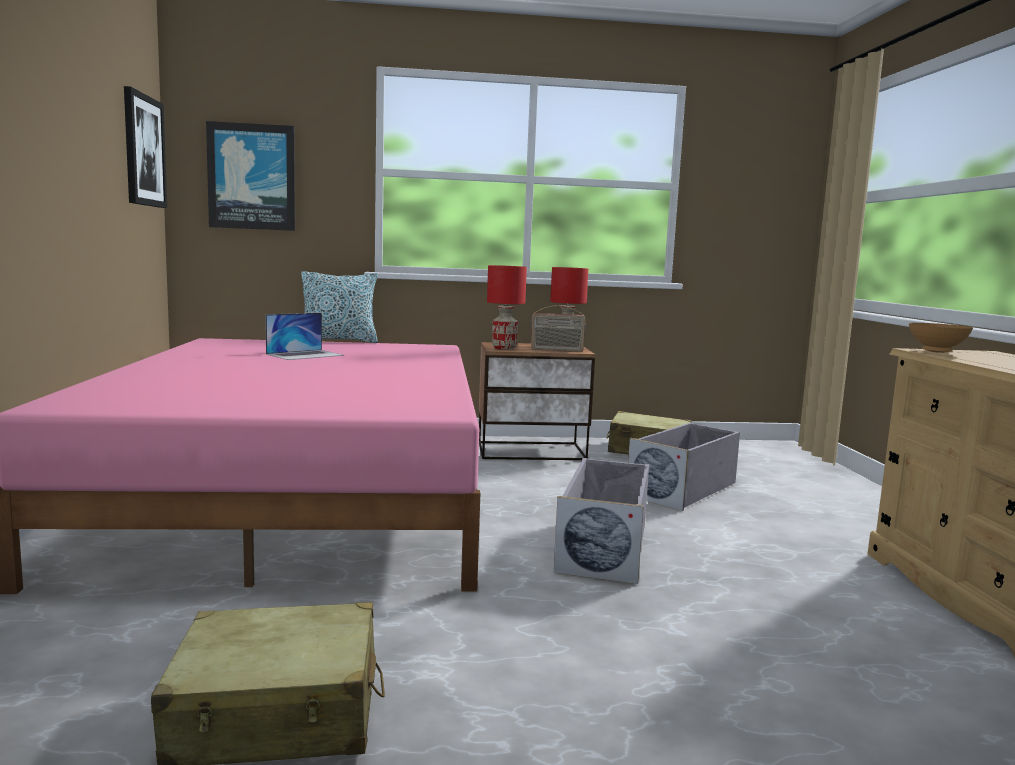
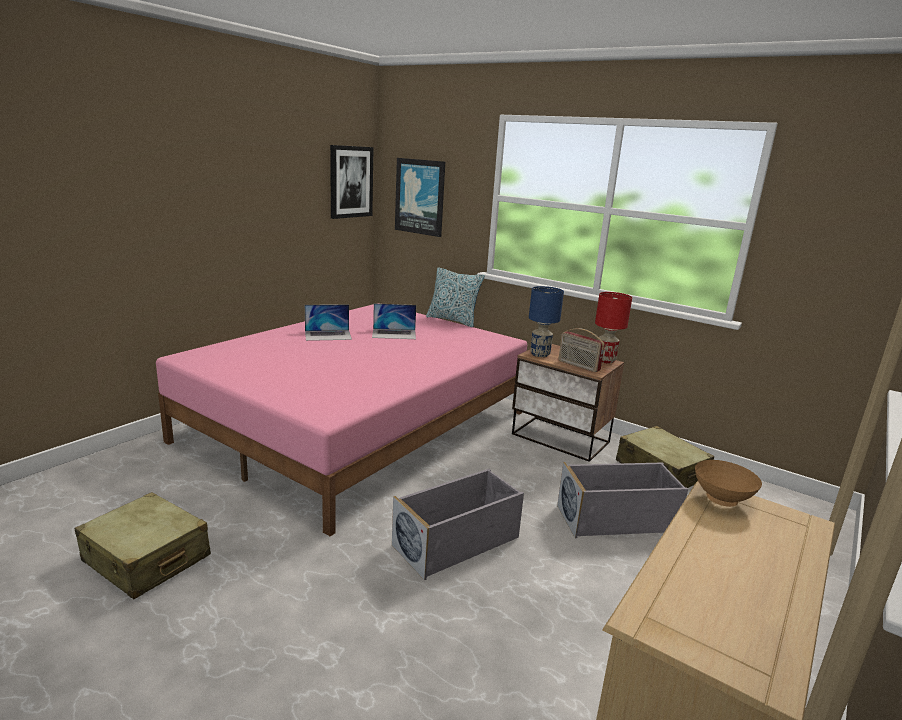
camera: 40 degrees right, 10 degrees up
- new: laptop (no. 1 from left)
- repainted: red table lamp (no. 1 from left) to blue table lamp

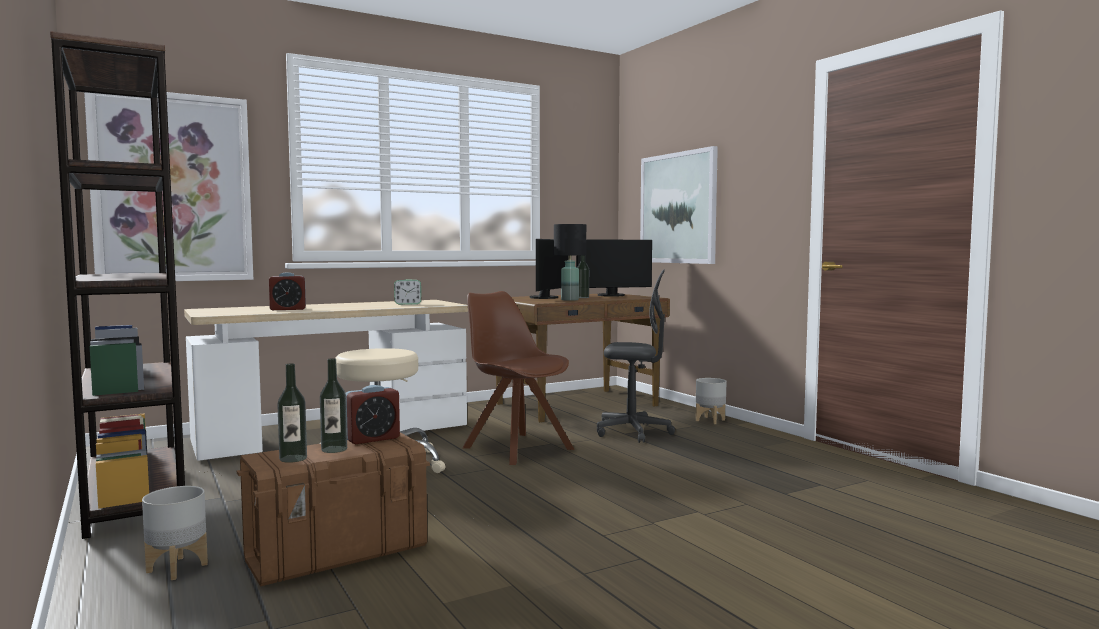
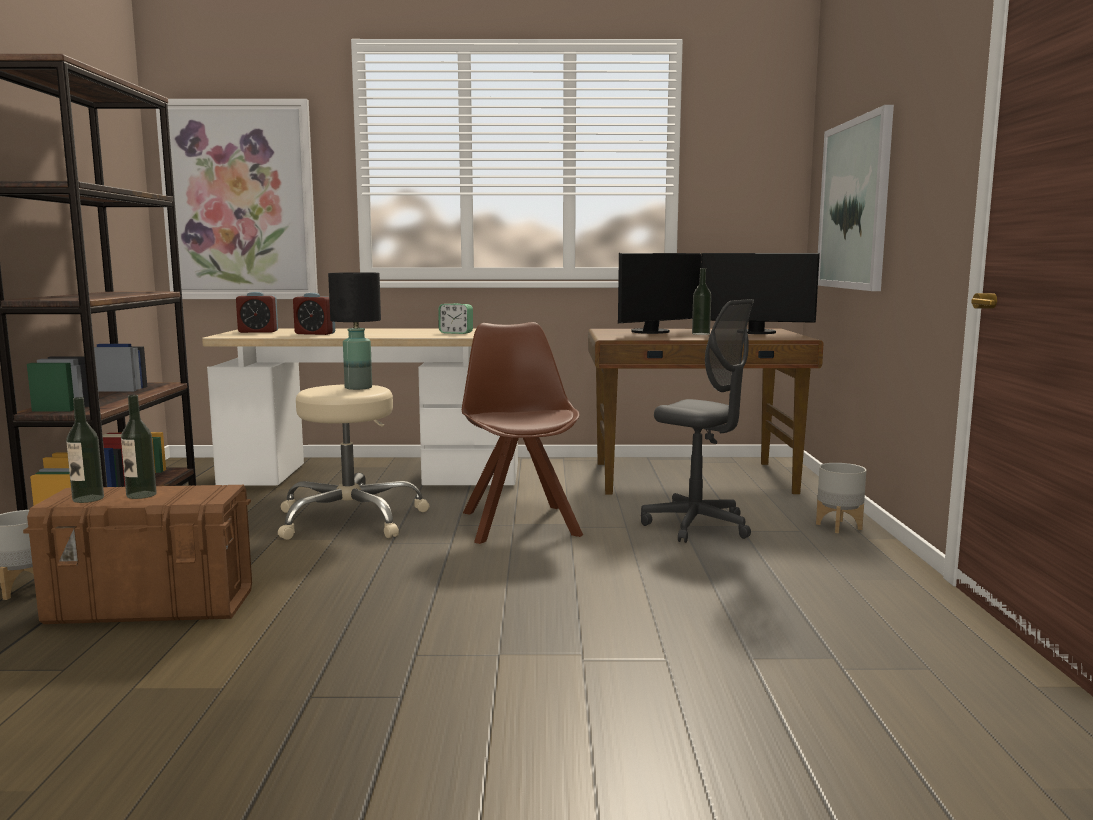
camera: 30 degrees right, 5 degrees up
- shifted: alarm clock (no. 2 from left in the first image) to alarm clock (no. 1 from left)
- shifted: black table lamp

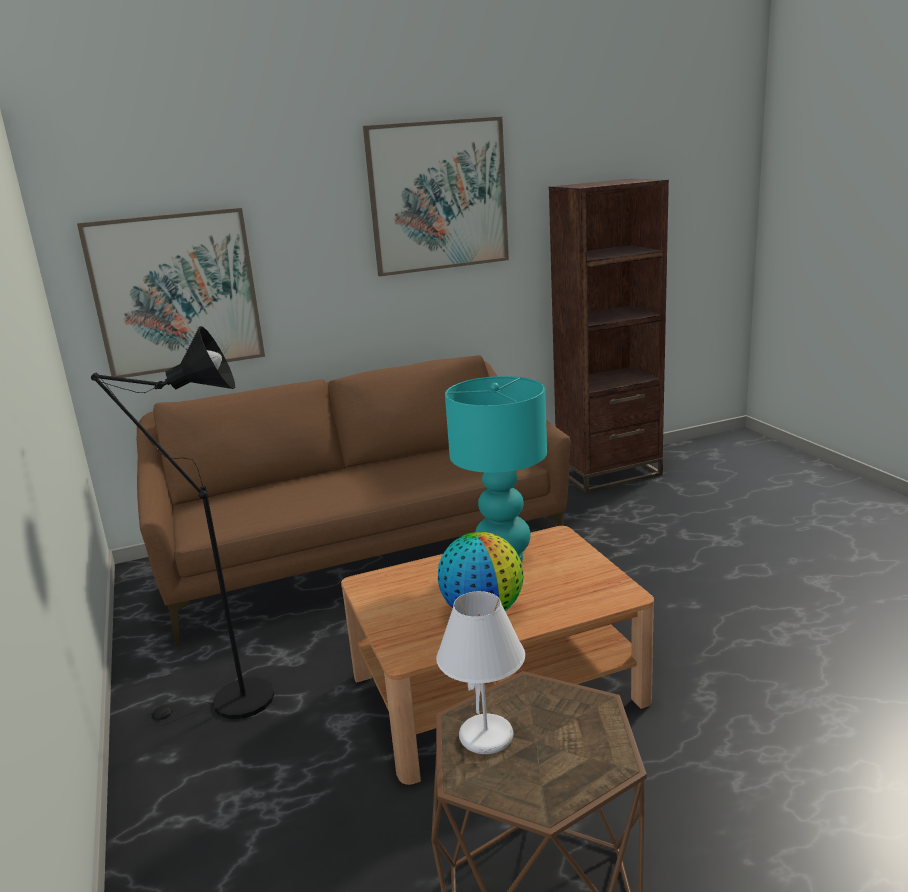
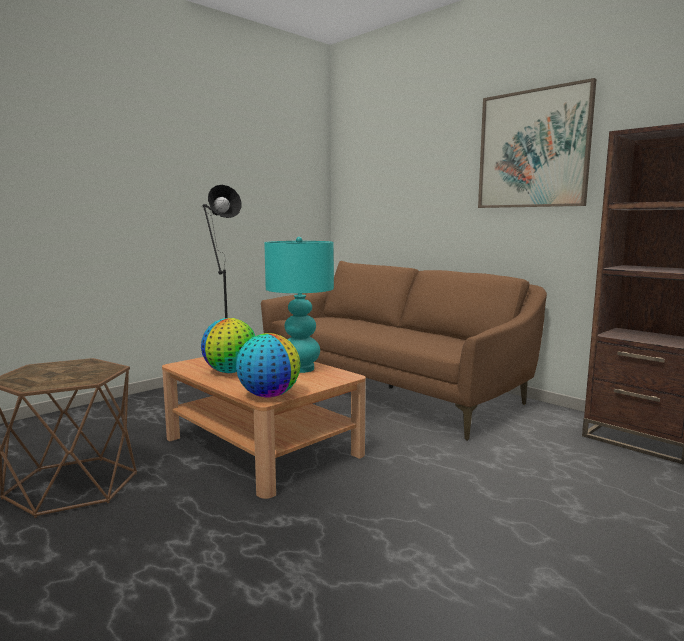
camera: 65 degrees right, 10 degrees down
- gone: picture (no. 1 from left)
- gone: white table lamp
- new: globe (no. 2 from left)

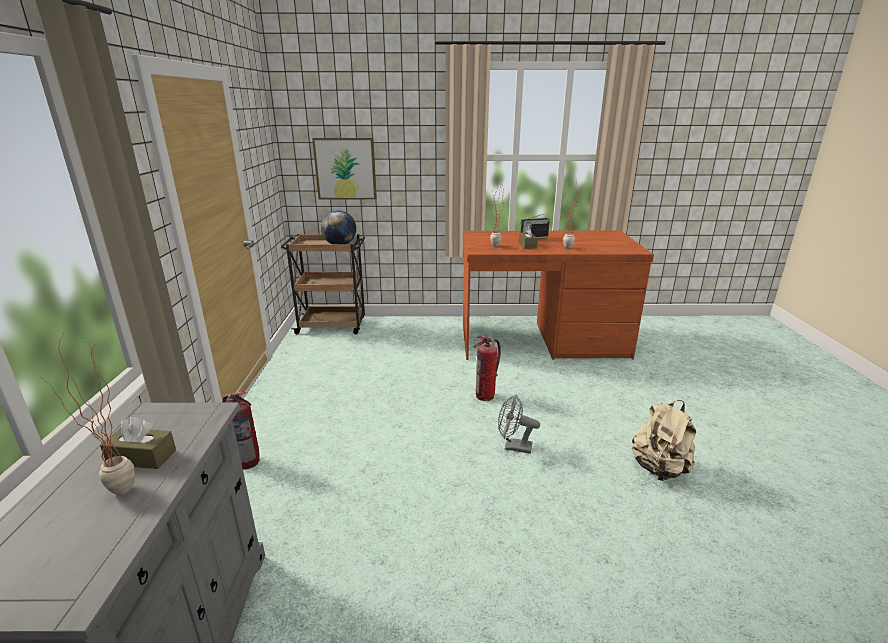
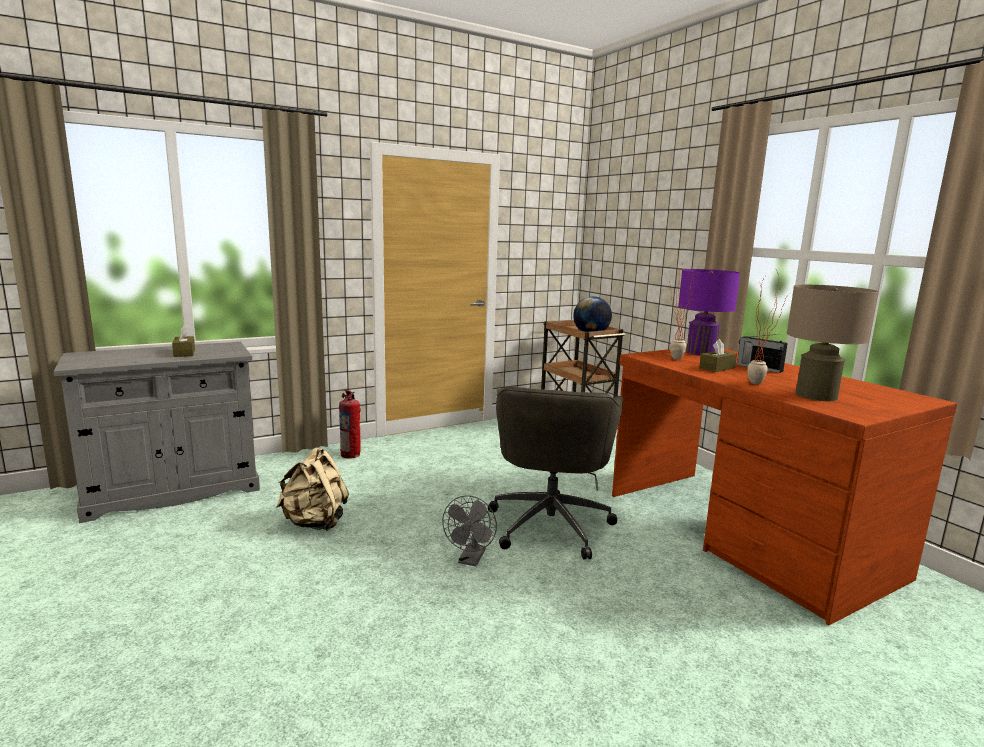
camera: 60 degrees right, 10 degrees down
- gone: potted plant (no. 1 from left)
- gone: picture
- new: purple table lamp
- new: beige table lamp
- shifted: beige backpack
- swapped: fire extinguisher (no. 2 from left) to grey office chair
- rotated: grey fan 150 degrees counterclockwise

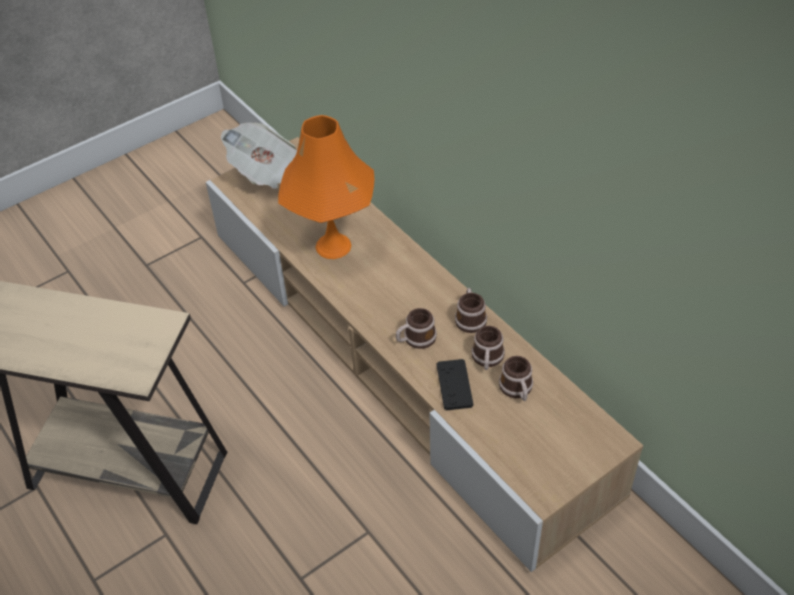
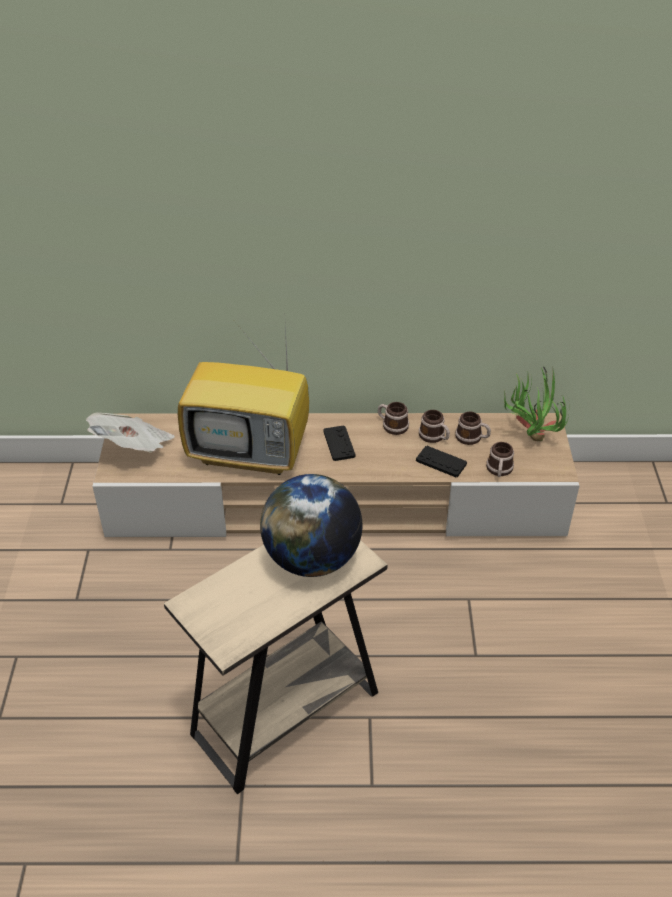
camera: 55 degrees left, 5 degrees down
- new: globe
- new: black game controller (no. 1 from left)
- new: potted plant
- shifted: mug (no. 1 from left in the first image) to mug (no. 4 from left)
- swapped: orange table lamp to television

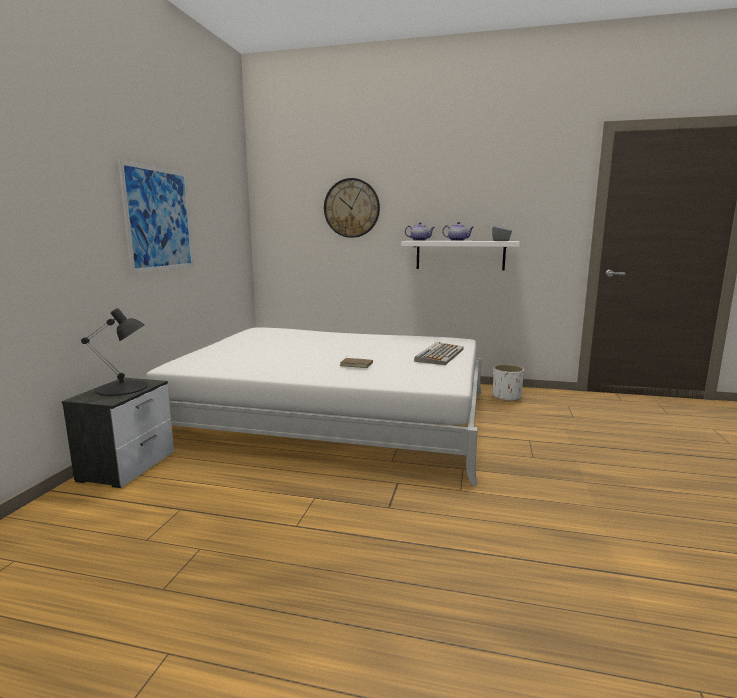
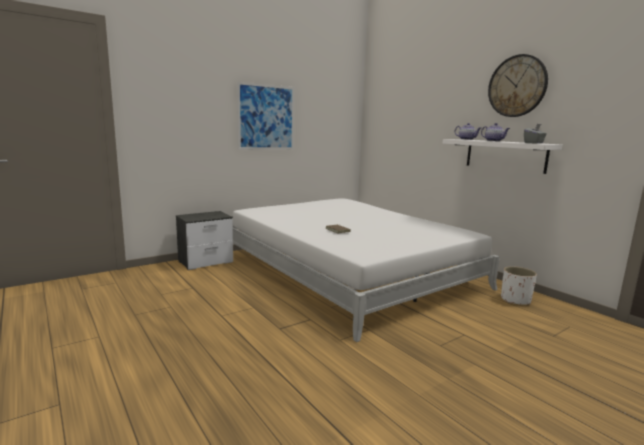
camera: 40 degrees right, 0 degrees up
- gone: black table lamp
- gone: keyboard
- shifted: wall clock

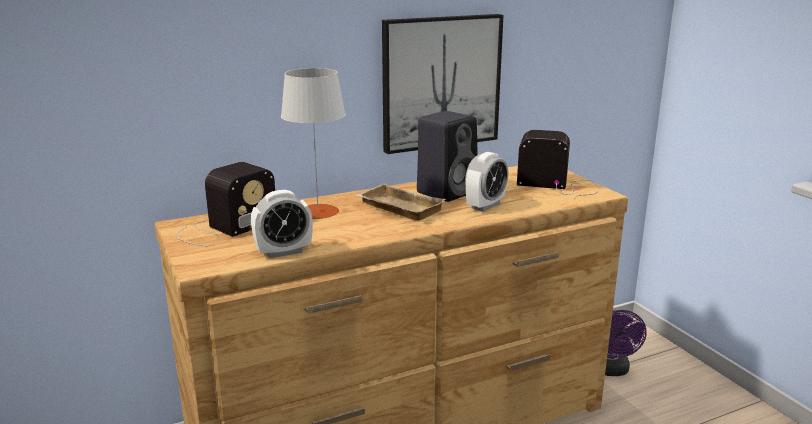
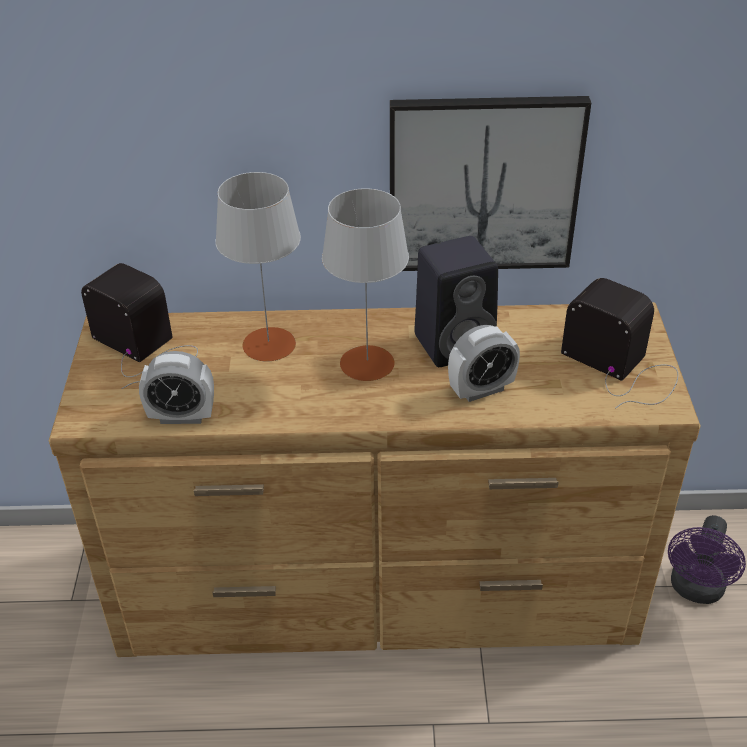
camera: 25 degrees right, 20 degrees up
- swapped: beige tray to grey table lamp (no. 2 from left)
- rotated: radio (no. 1 from left) 120 degrees counterclockwise

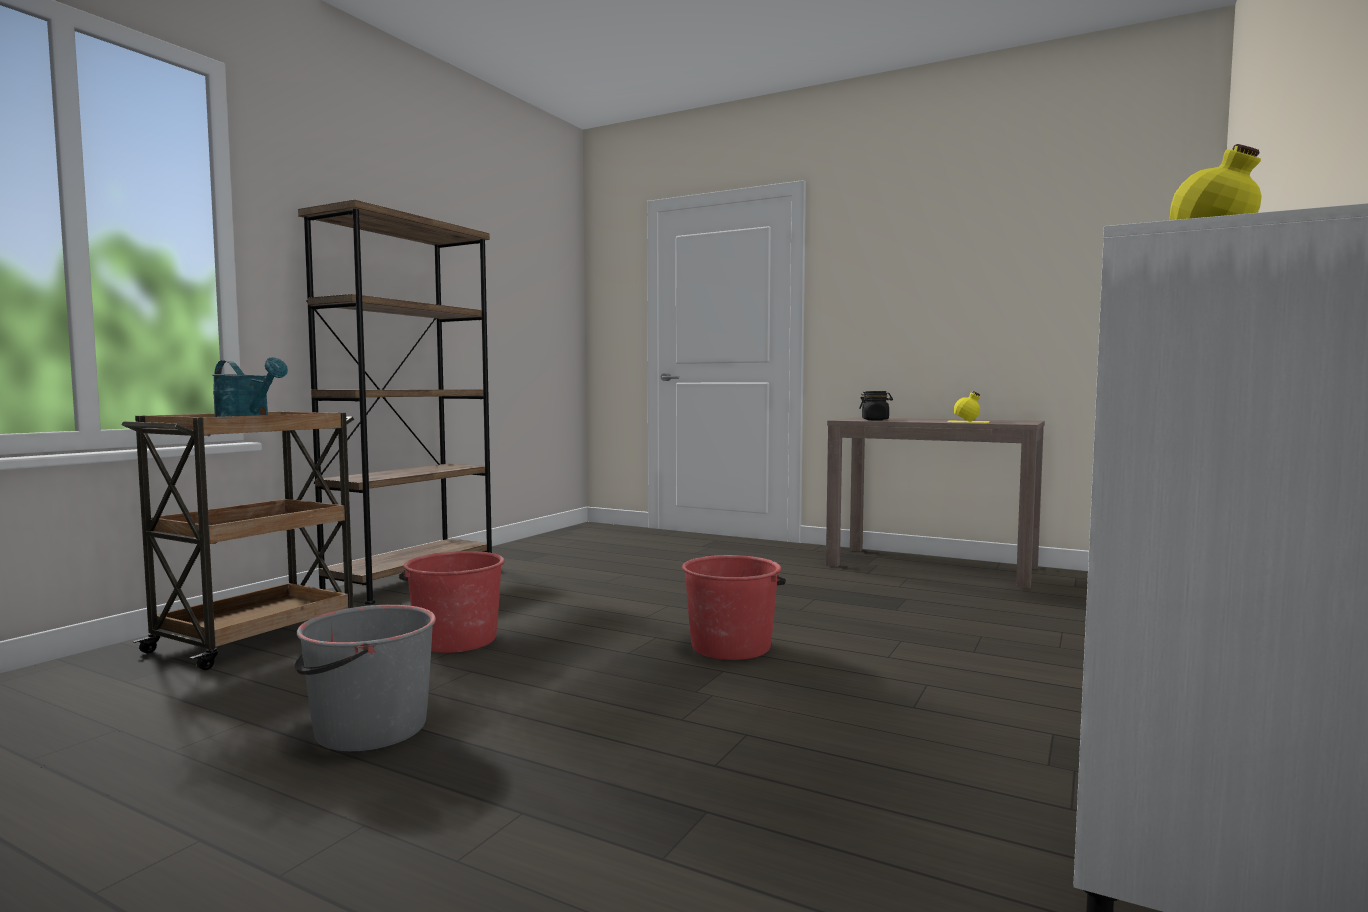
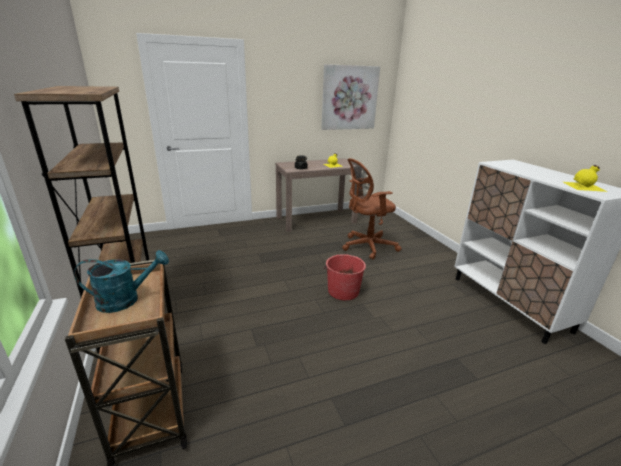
camera: 50 degrees left, 20 degrees up
- gone: grey bucket
- gone: red bucket (no. 1 from left)
- new: picture
- new: brown office chair

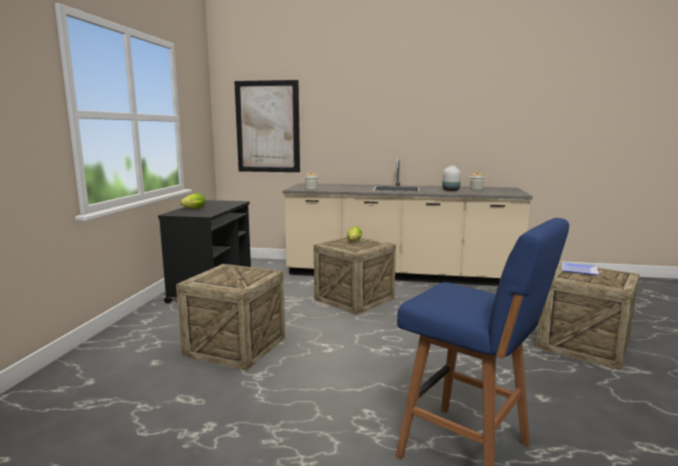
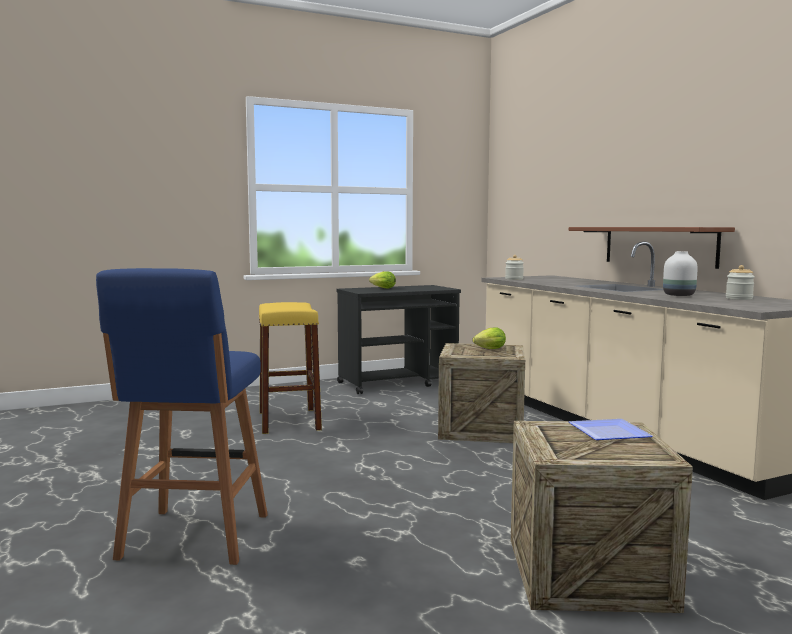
camera: 55 degrees right, 5 degrees down
- gone: picture
- new: brown shelf
- swapped: crate (no. 1 from left) to yellow stool

